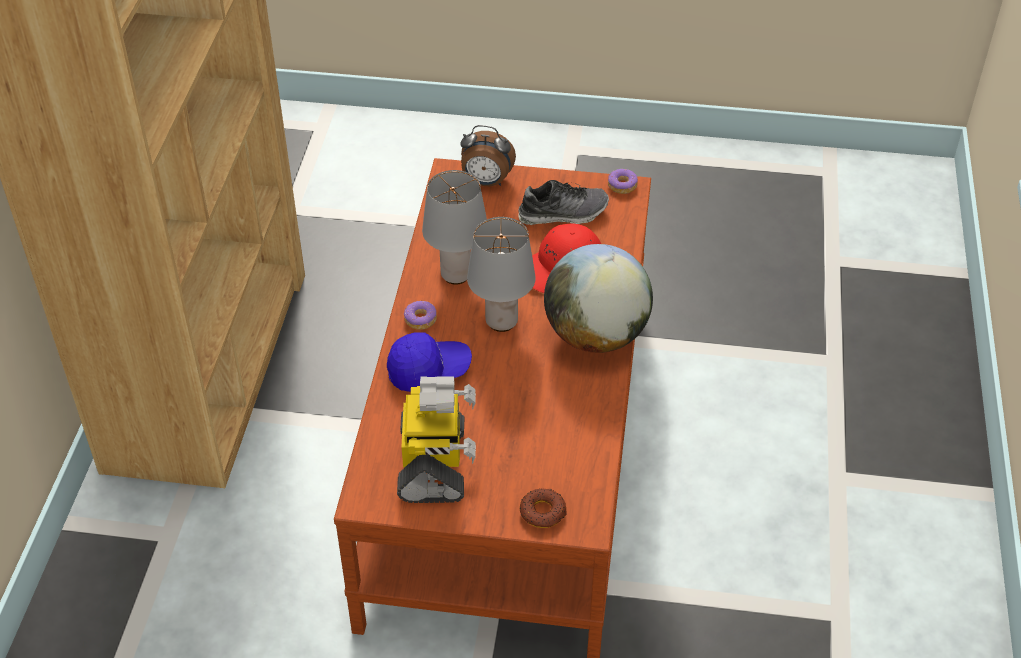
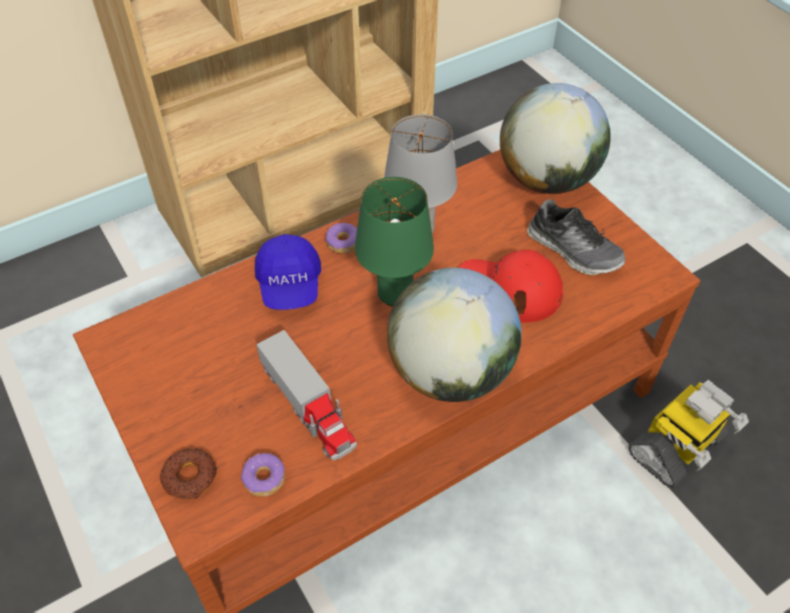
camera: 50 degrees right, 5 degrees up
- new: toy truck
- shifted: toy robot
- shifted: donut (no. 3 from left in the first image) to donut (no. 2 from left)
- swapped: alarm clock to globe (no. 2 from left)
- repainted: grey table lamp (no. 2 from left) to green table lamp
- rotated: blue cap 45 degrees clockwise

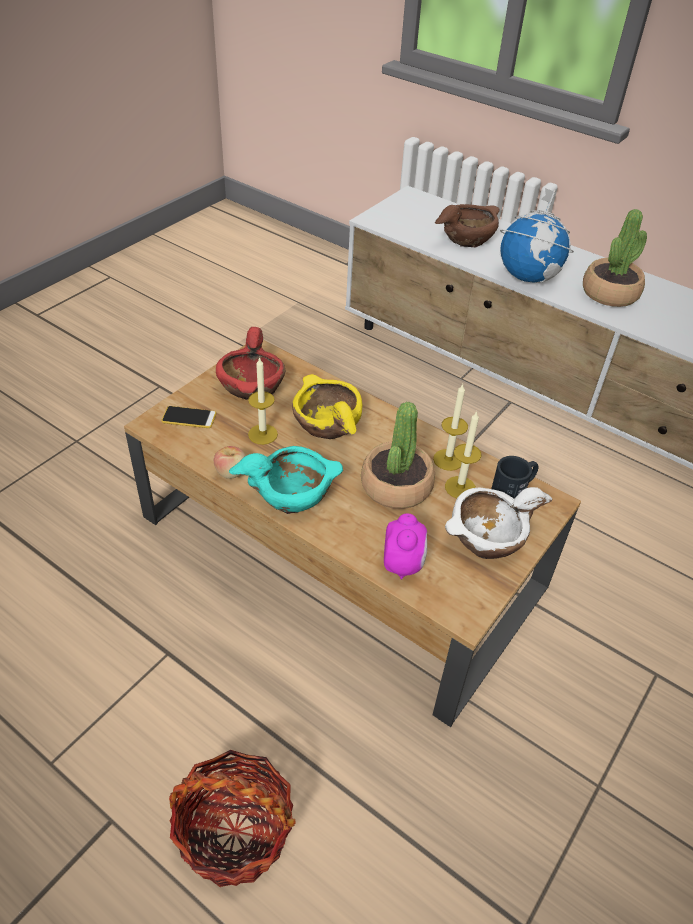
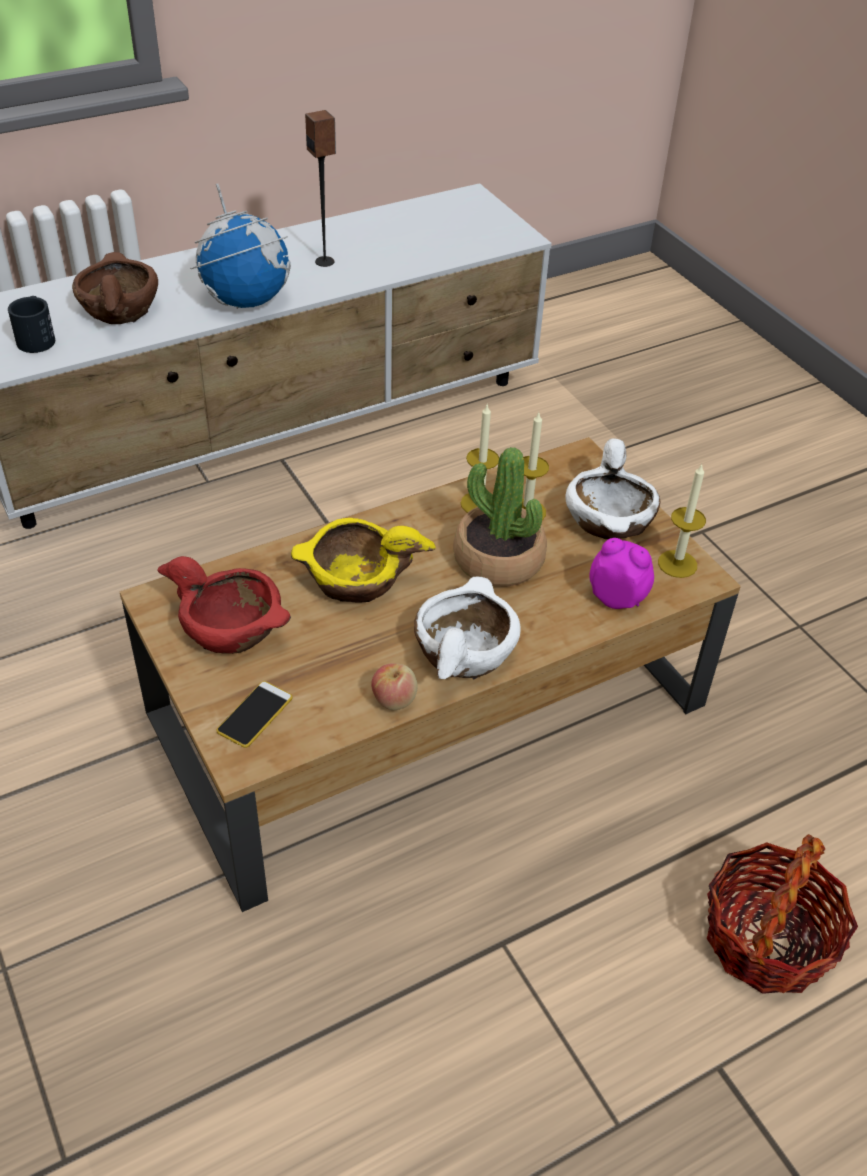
camera: 65 degrees left, 0 degrees up
- shifted: candle (no. 1 from left in the first image) to candle (no. 3 from left)
- shifted: black mug
- swapped: potted plant (no. 2 from left) to speaker
- repainted: turquoise bowl to white bowl (no. 1 from left)

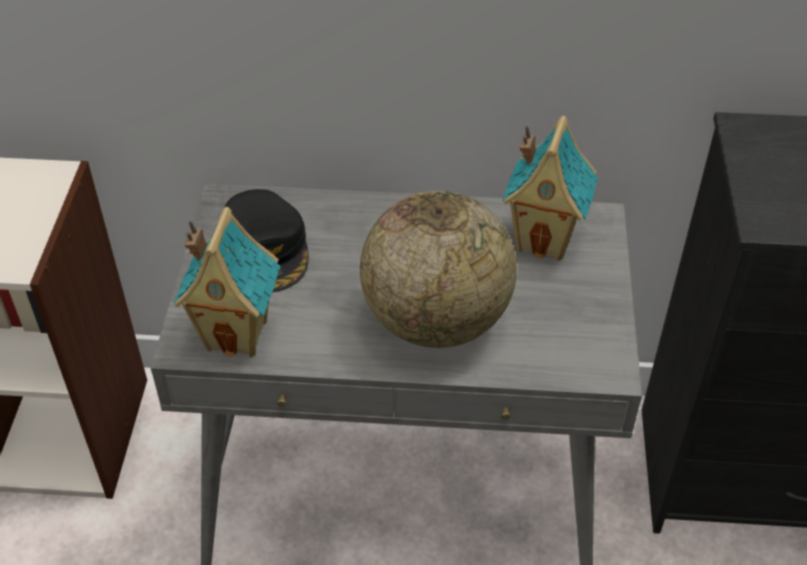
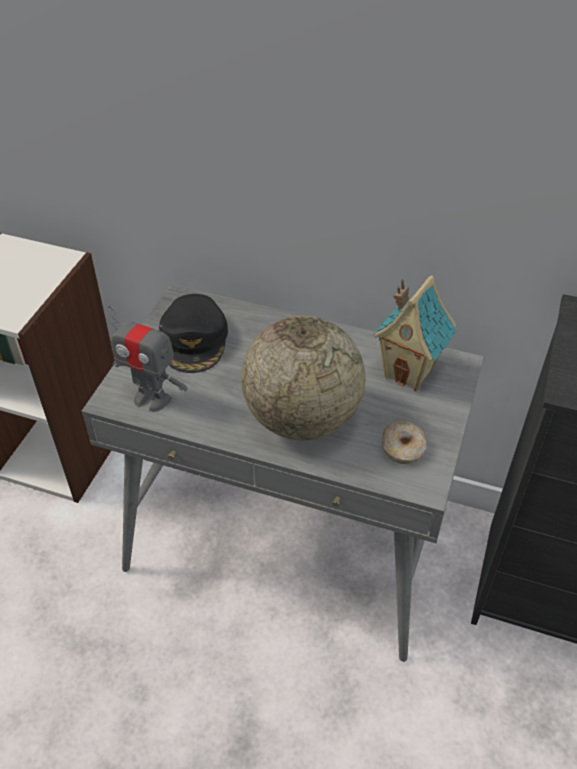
camera: 15 degrees right, 0 degrees up
- new: donut
- swapped: toy house (no. 1 from left) to toy robot

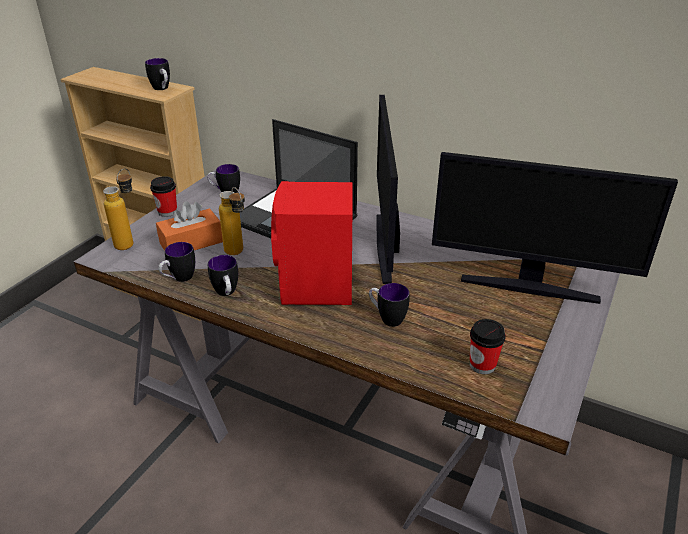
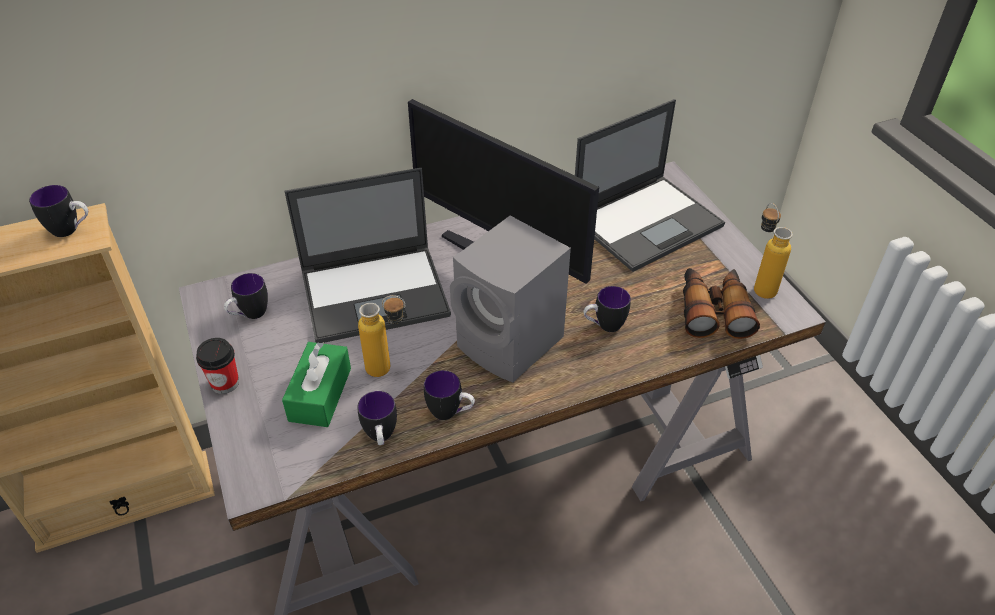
camera: 50 degrees left, 10 degrees up
- shifted: bottle (no. 1 from left in the first image) to bottle (no. 2 from left)
- swapped: monitor (no. 2 from left) to laptop (no. 2 from left)
- swapped: cup (no. 2 from left) to binoculars
- repainted: orange tissue box to green tissue box
- repainted: red speaker to grey speaker

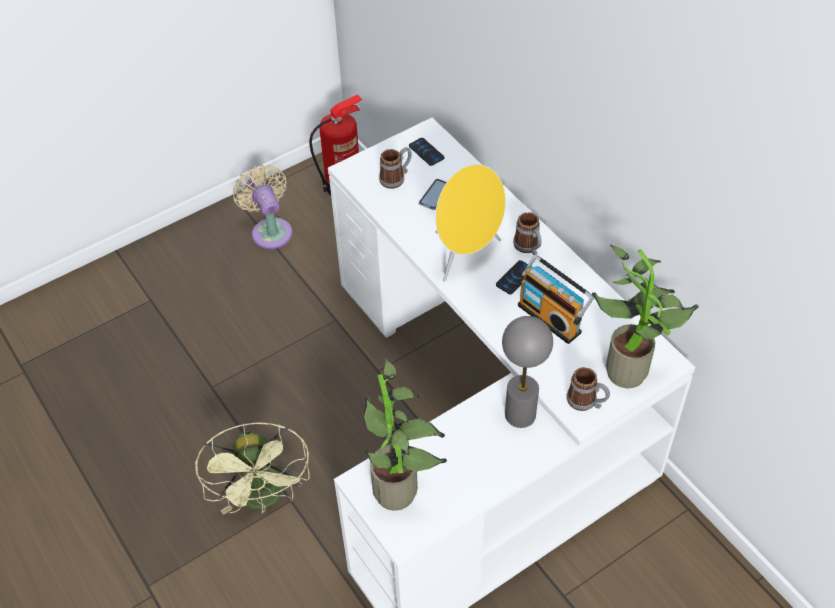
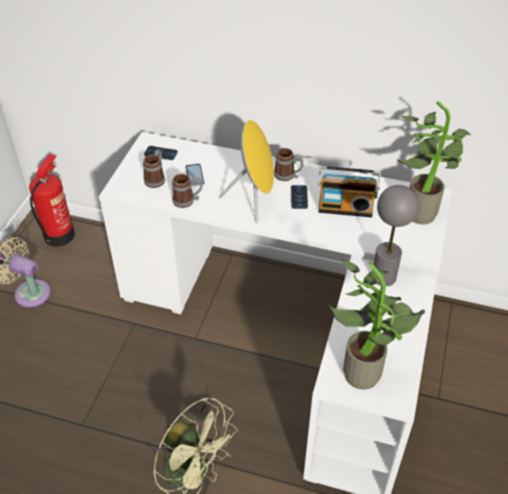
camera: 40 degrees left, 5 degrees down
- shifted: mug (no. 3 from left in the first image) to mug (no. 2 from left)

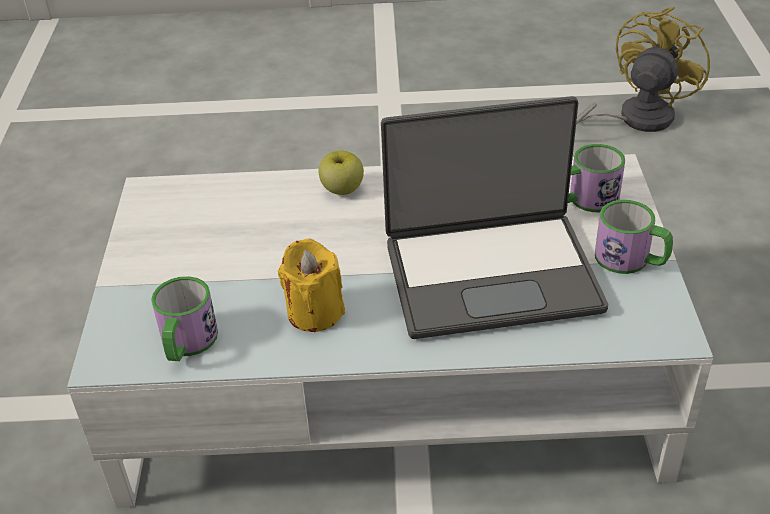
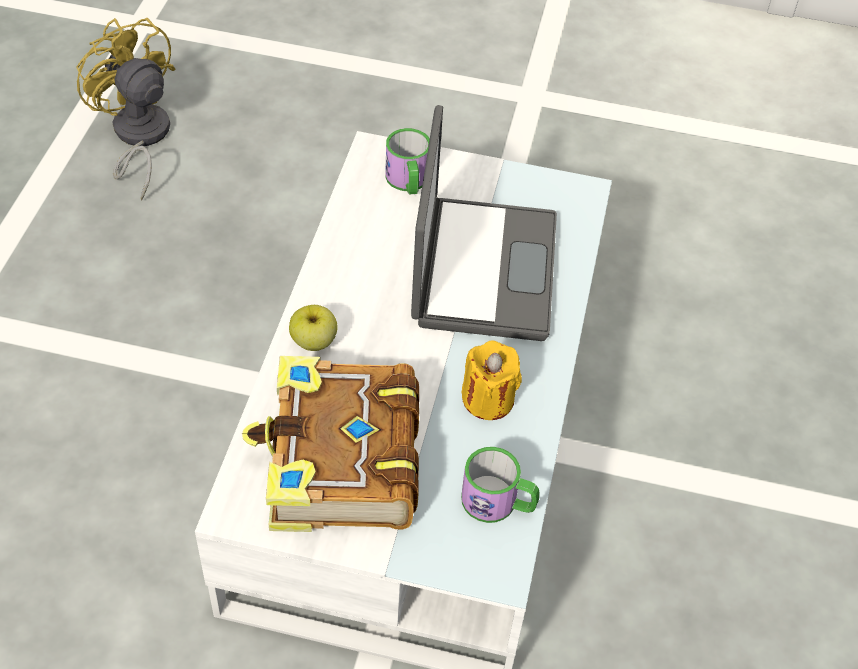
camera: 80 degrees left, 10 degrees up
- gone: mug (no. 3 from left)
- new: book

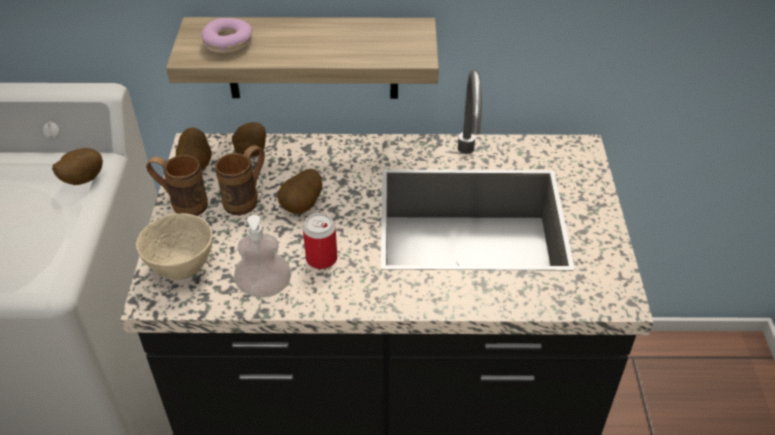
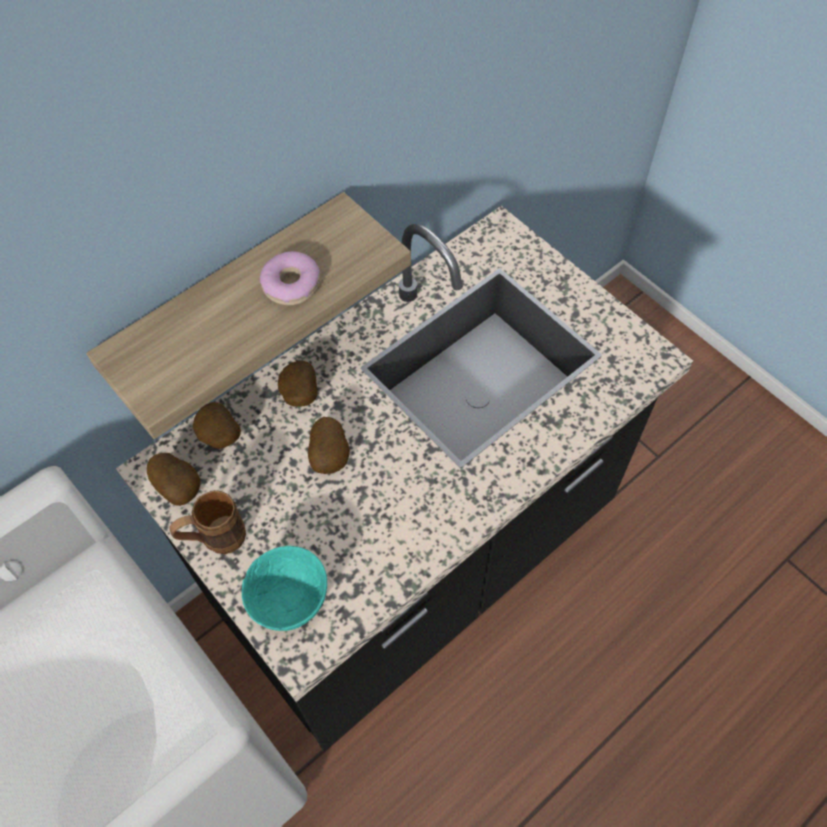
camera: 40 degrees left, 15 degrees up
- gone: brown mug (no. 2 from left)
- gone: soap dispenser
- gone: can
- shifted: potato (no. 1 from left in the first image) to potato (no. 3 from left)
- shifted: donut
- repainted: beige bowl to turquoise bowl

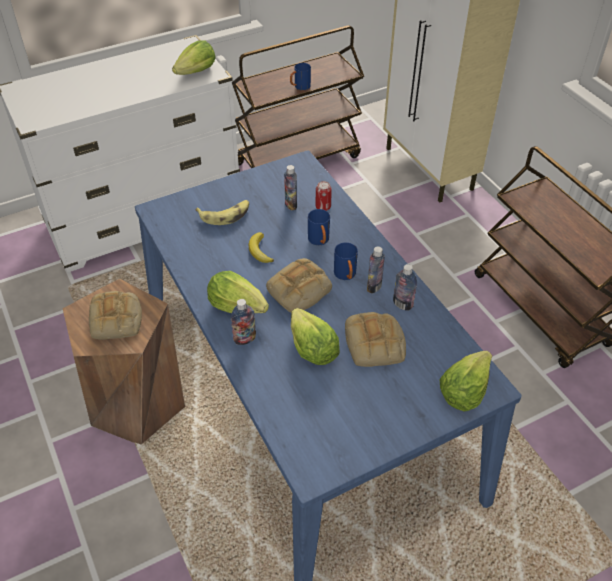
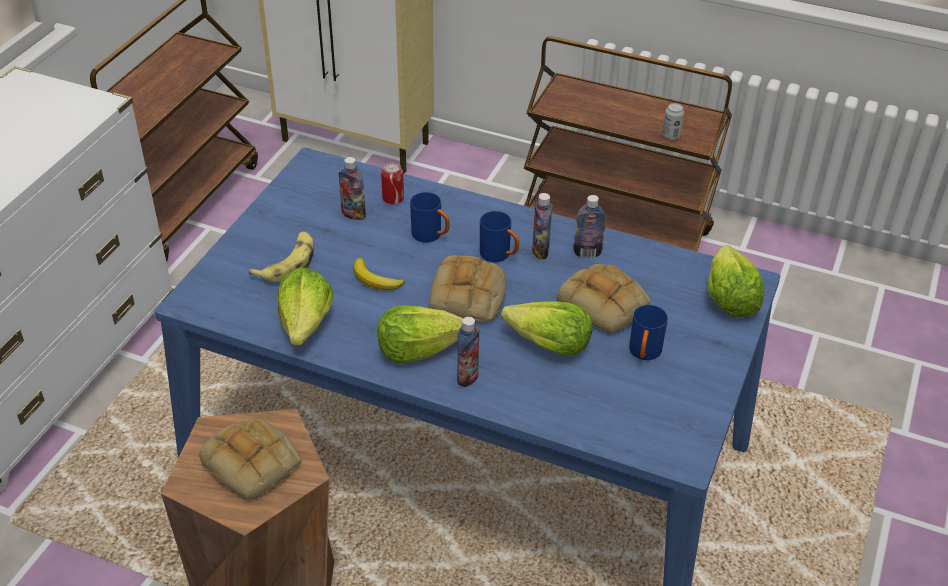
camera: 40 degrees left, 5 degrees down
- new: can (no. 2 from left)
- shifted: lettuce (no. 1 from left)
- shifted: blue mug (no. 1 from left in the first image) to blue mug (no. 3 from left)

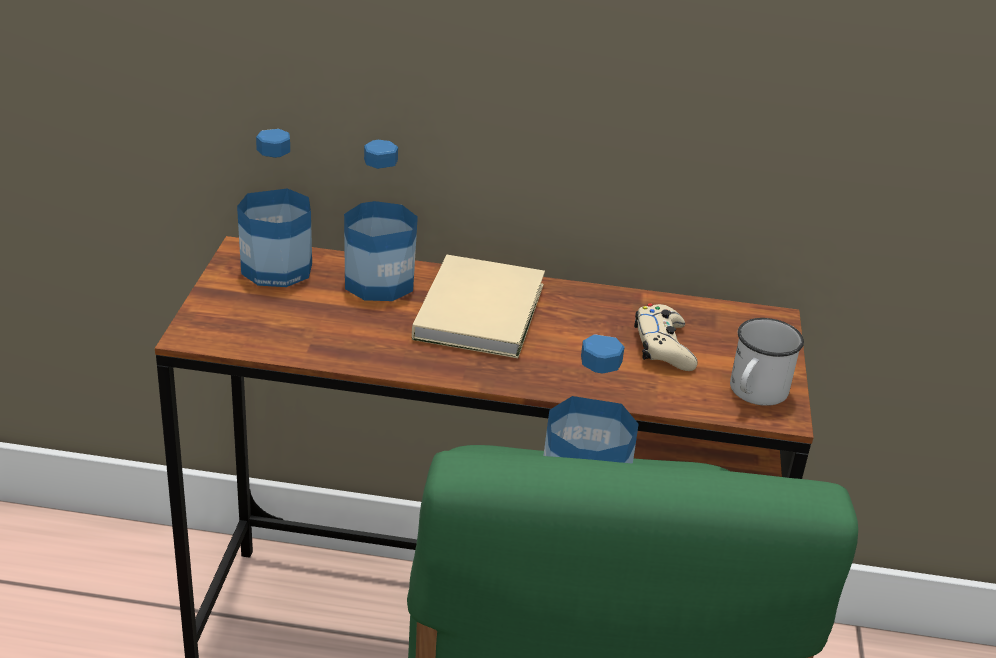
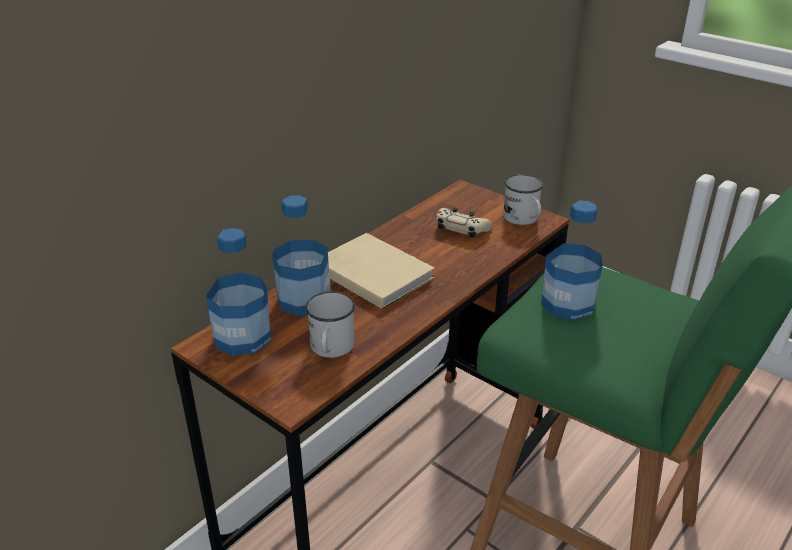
camera: 55 degrees left, 0 degrees up
- new: white mug (no. 1 from left)

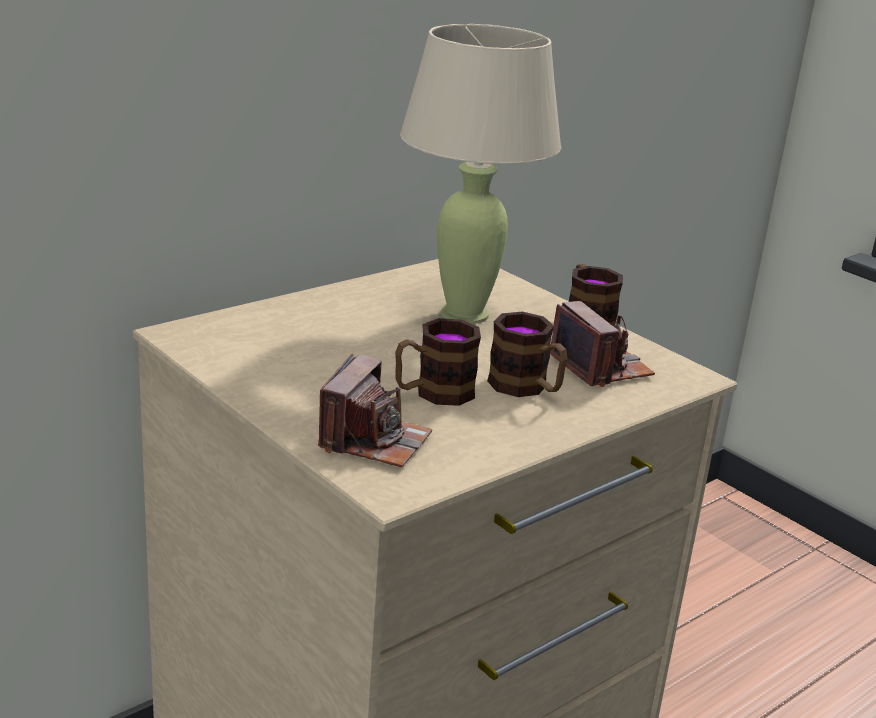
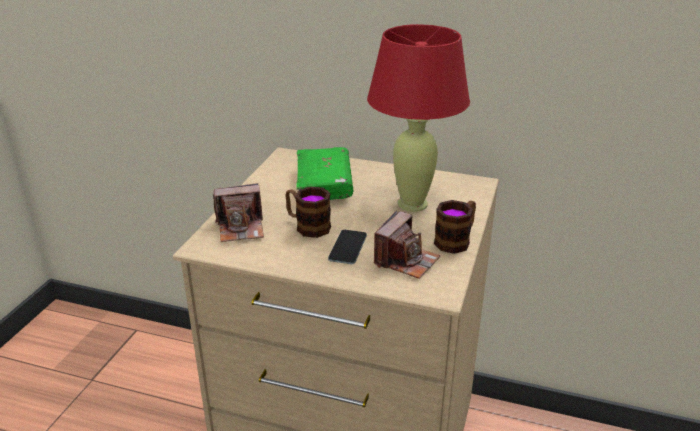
camera: 60 degrees right, 5 degrees up
- new: green book
- swapped: mug (no. 2 from left) to phone
- repainted: beige table lamp to red table lamp

